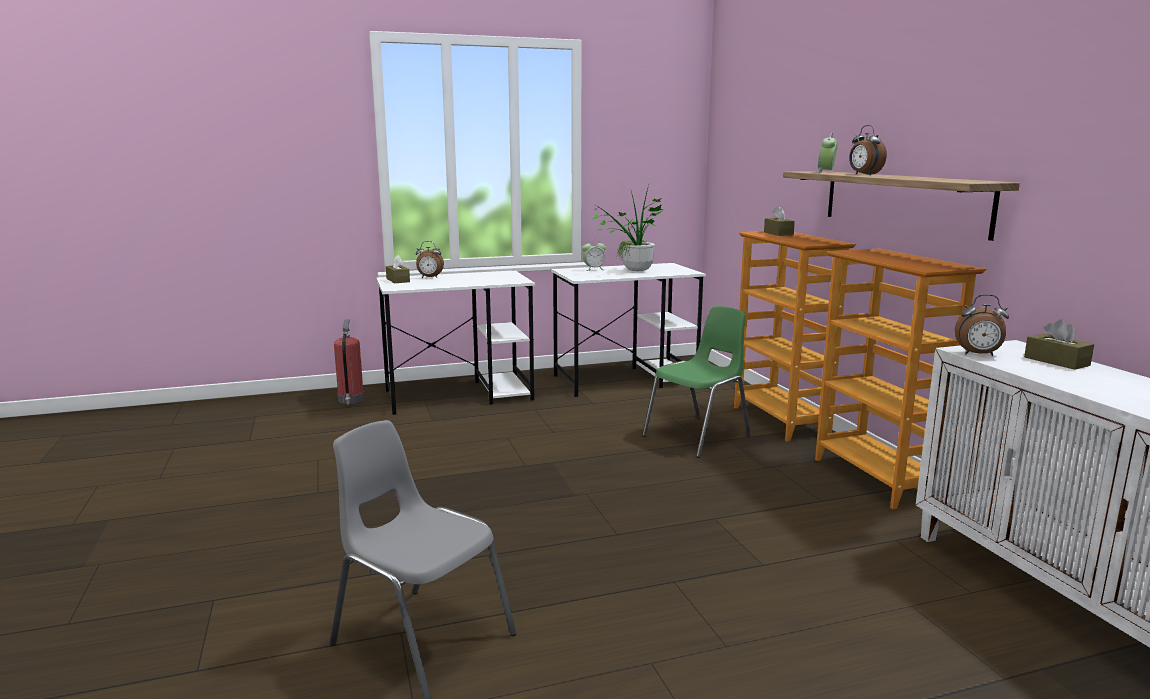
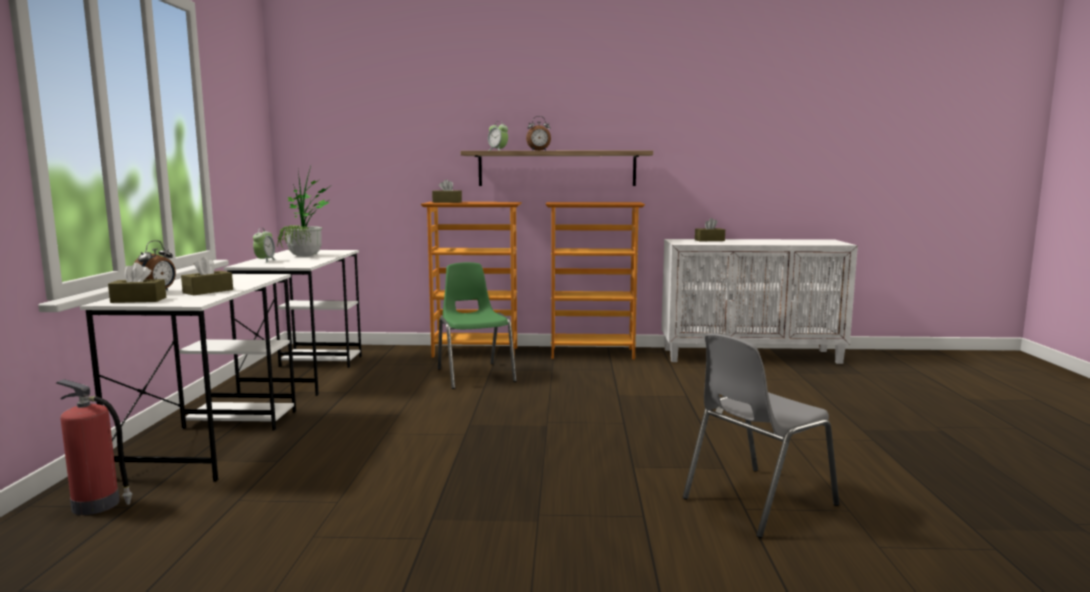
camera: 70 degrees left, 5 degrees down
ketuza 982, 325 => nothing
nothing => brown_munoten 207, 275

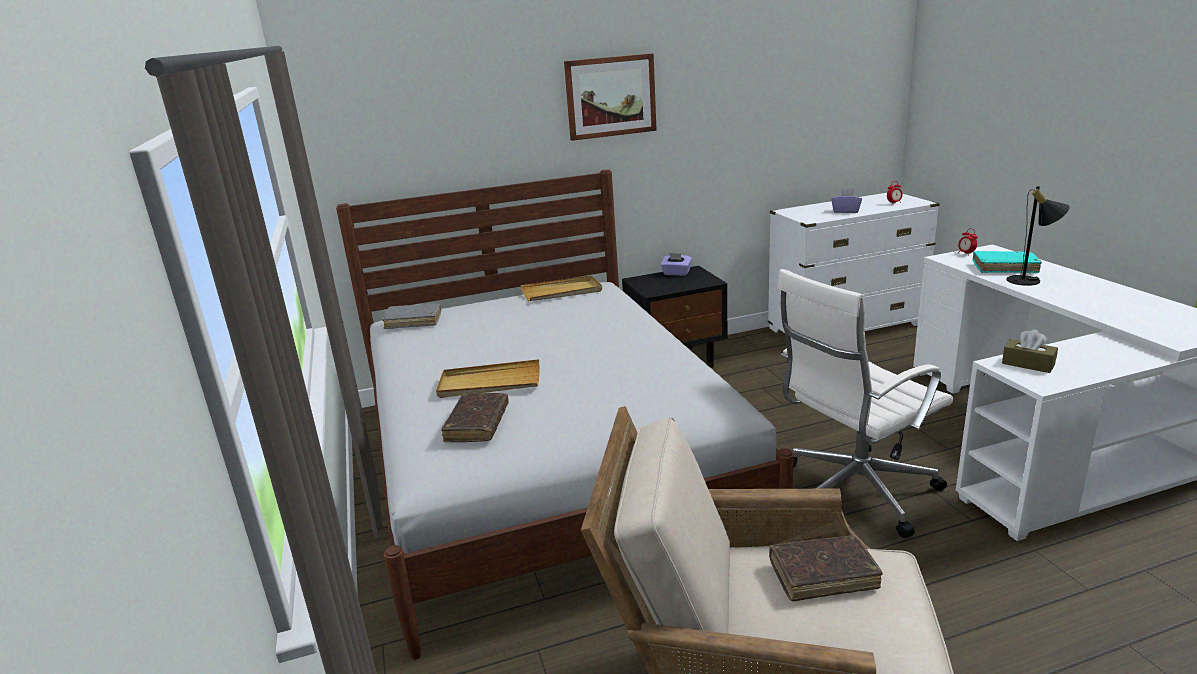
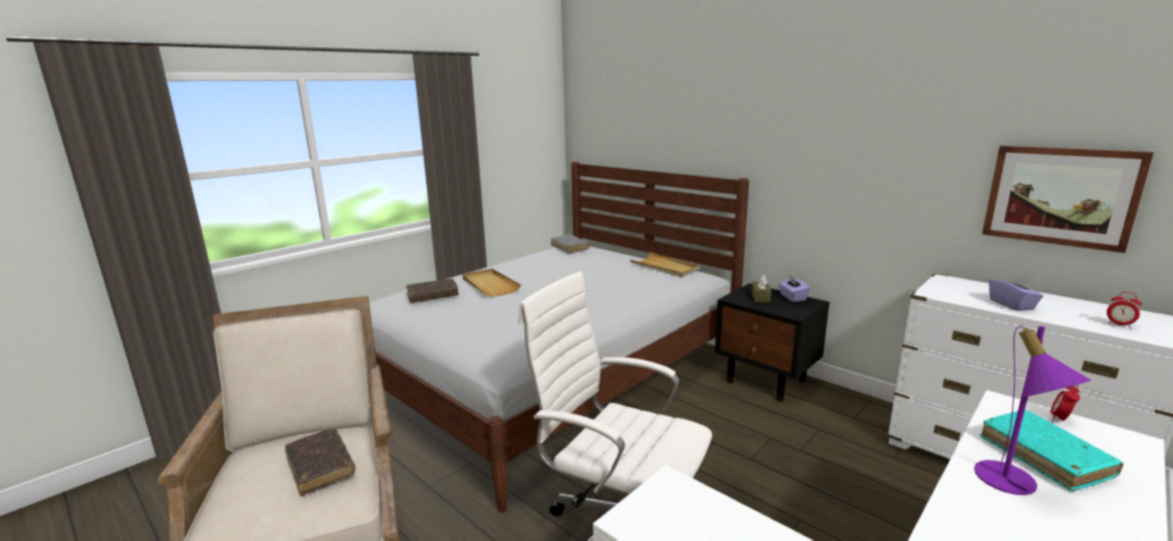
camera: 60 degrees right, 5 degrees down
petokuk 610, 97 => petokuk 1068, 199, shifted
brown_munoten 1030, 351 => brown_munoten 761, 289, shifted
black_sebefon 1038, 236 => purple_sebefon 1032, 410

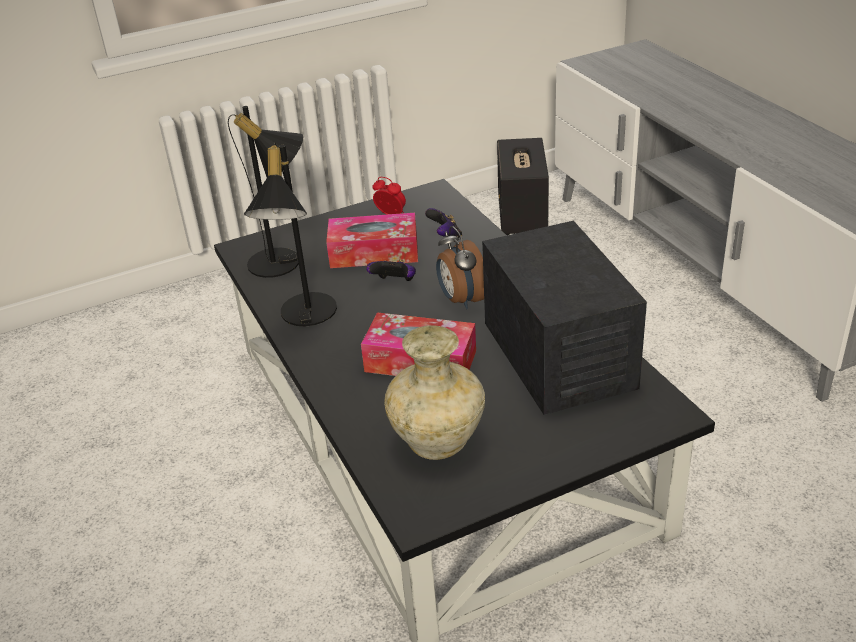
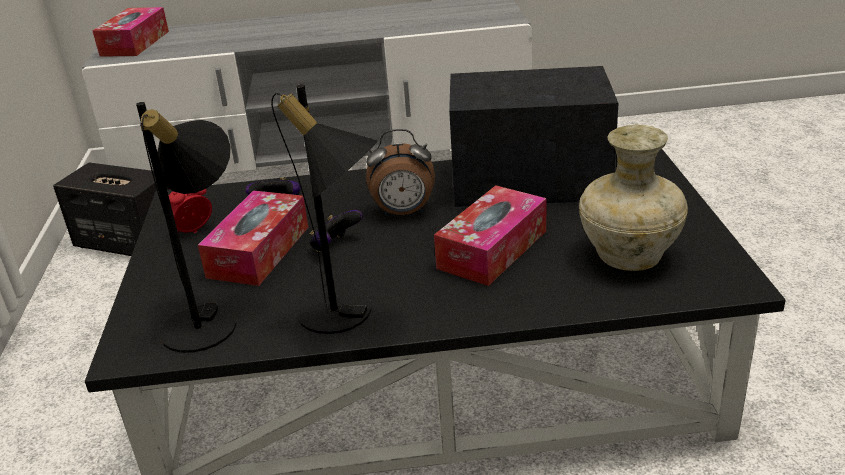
camera: 70 degrees left, 5 degrees down
nothing => munoten 131, 32

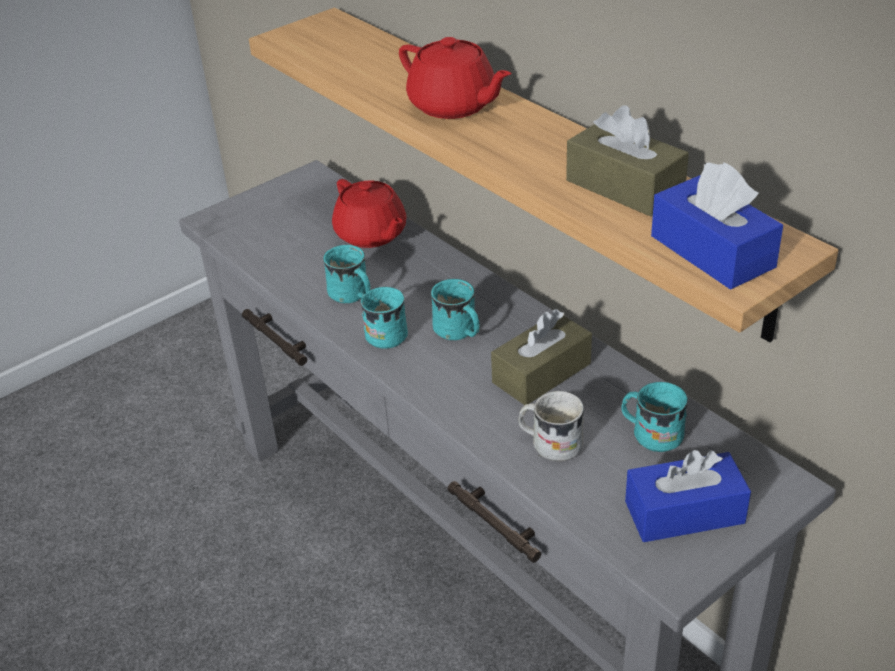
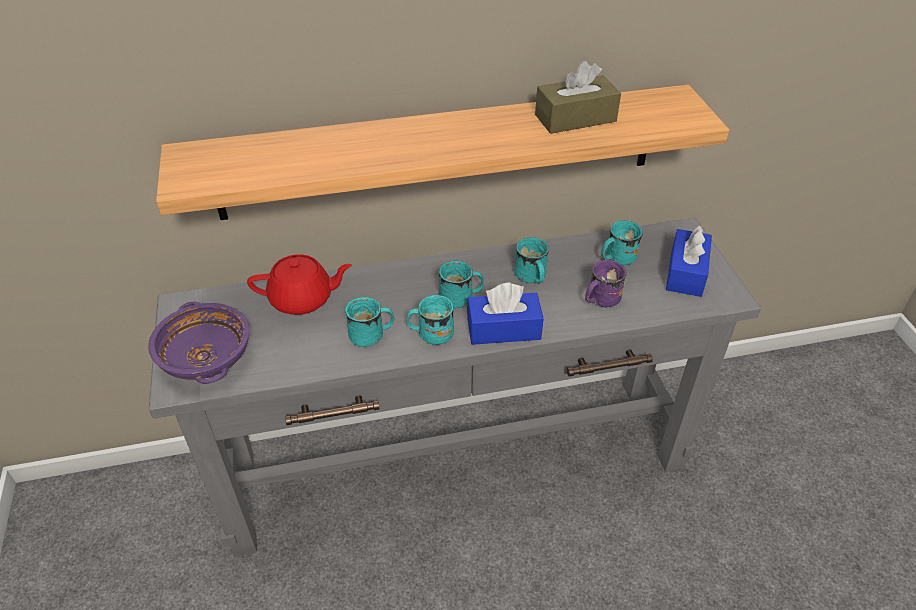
camera: 65 degrees left, 5 degrees up
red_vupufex 455, 78 => nothing
nothing => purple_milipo 198, 343
blue_munoten 717, 226 => blue_munoten 505, 314, shifted
brown_munoten 541, 357 => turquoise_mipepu 531, 260
white_mipepu 551, 426 => purple_mipepu 606, 284

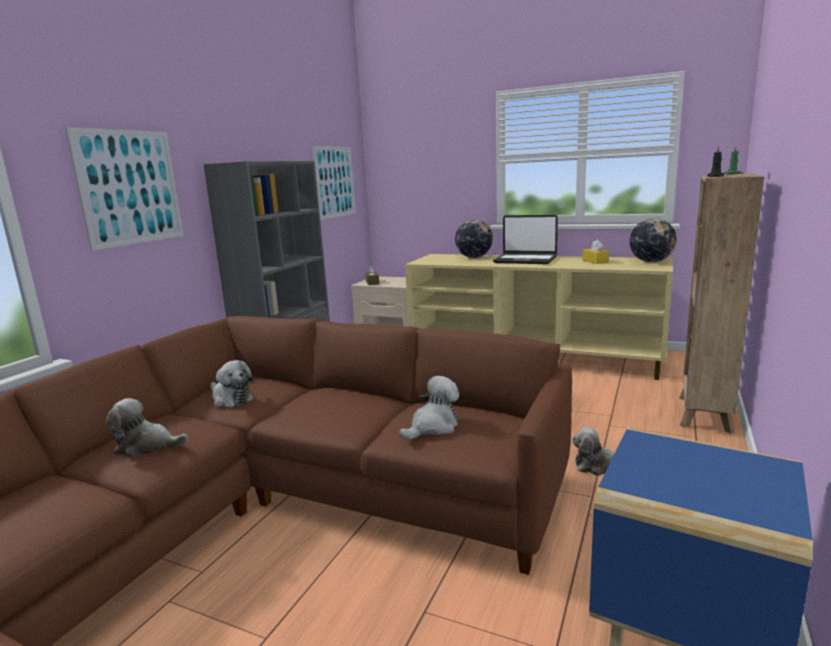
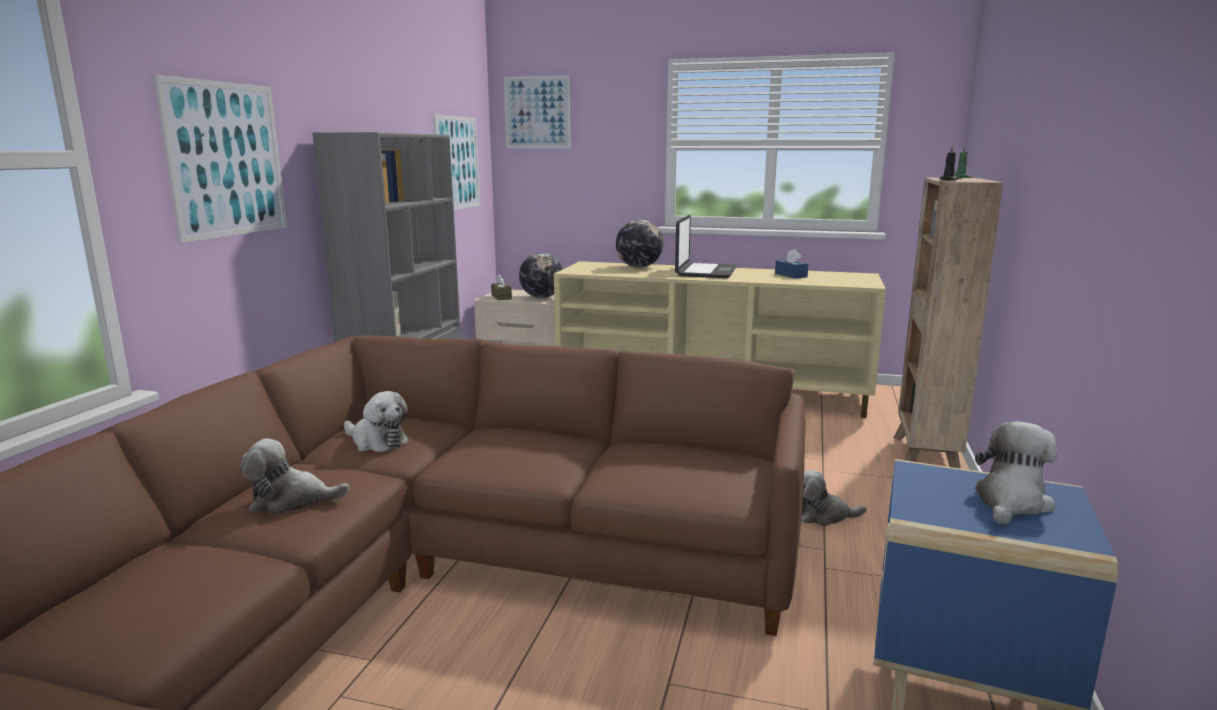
camera: 10 degrees left, 0 degrees up
nothing => petokuk 537, 111
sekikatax 429, 408 => sekikatax 1016, 472, shifted
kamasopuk 653, 240 => kamasopuk 541, 275, shifted
yellow_munoten 596, 252 => blue_munoten 791, 264
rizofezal 525, 239 => rizofezal 706, 246, 90 degrees counterclockwise

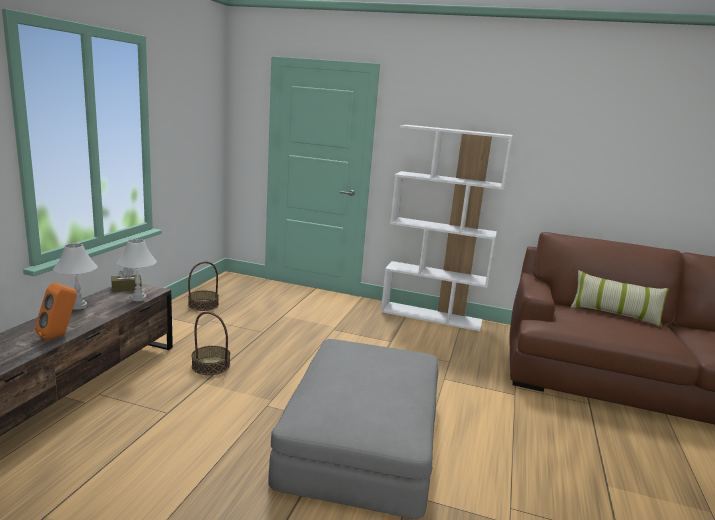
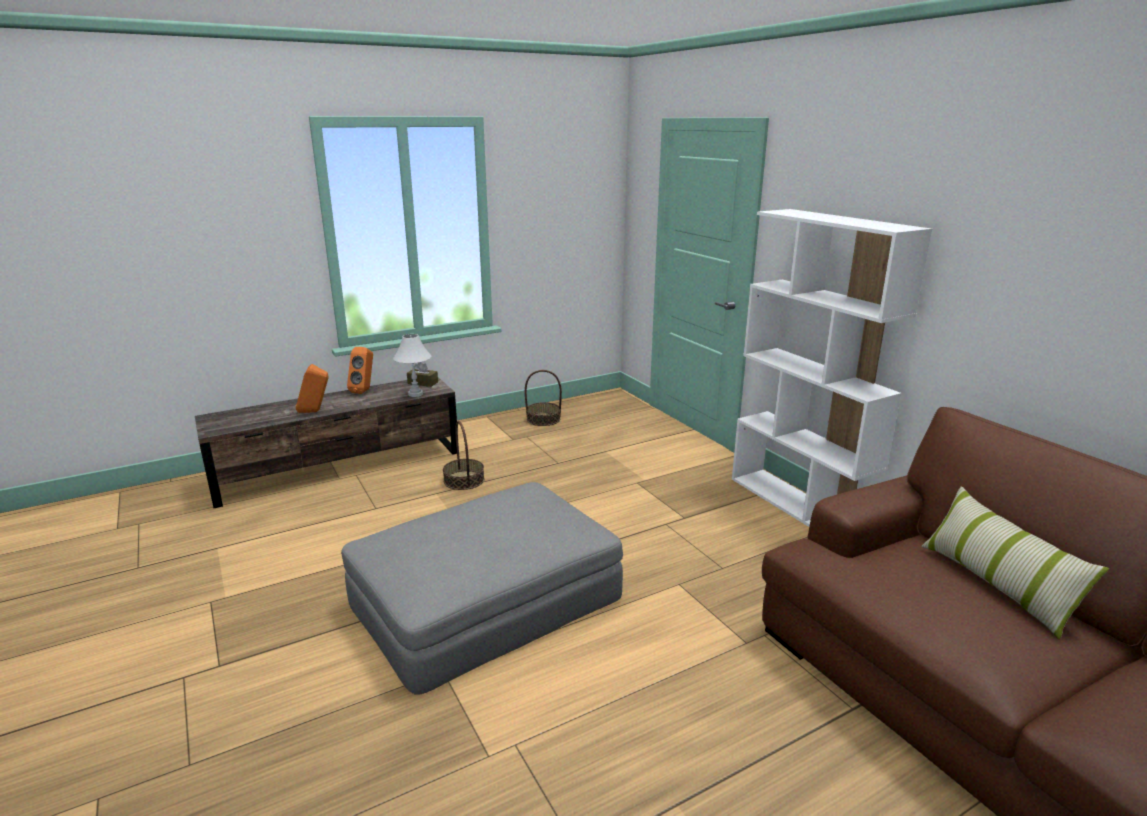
camera: 45 degrees right, 5 degrees up
white_sebefon 75, 276 => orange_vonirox 360, 370

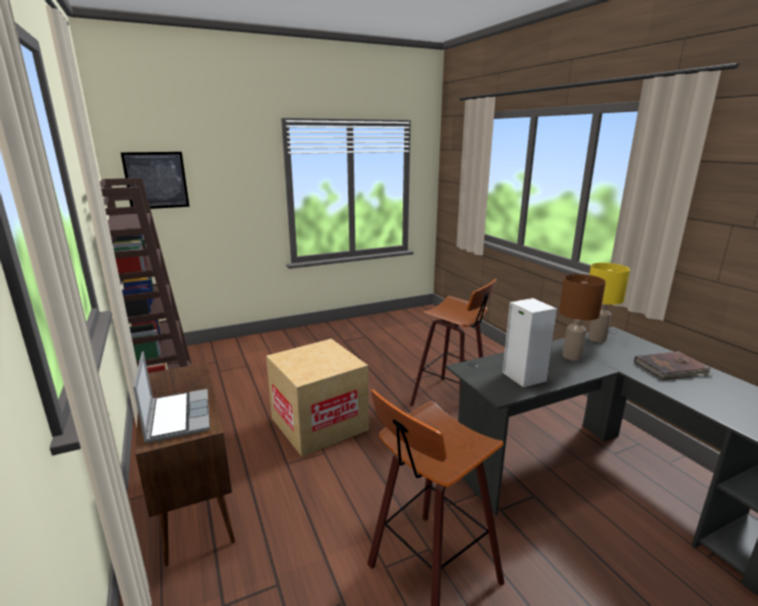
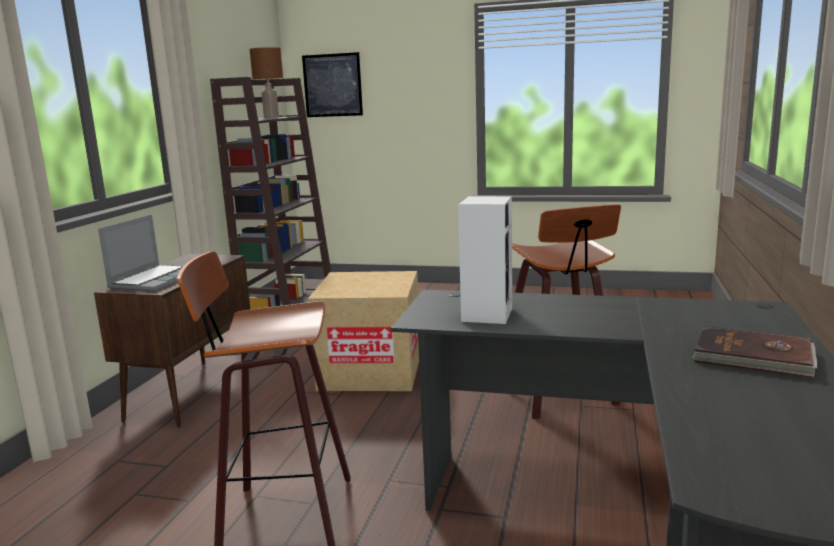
camera: 40 degrees right, 5 degrees down
yellow_sebefon 609, 302 => nothing
brown_sebefon 582, 317 => brown_sebefon 266, 82, shifted

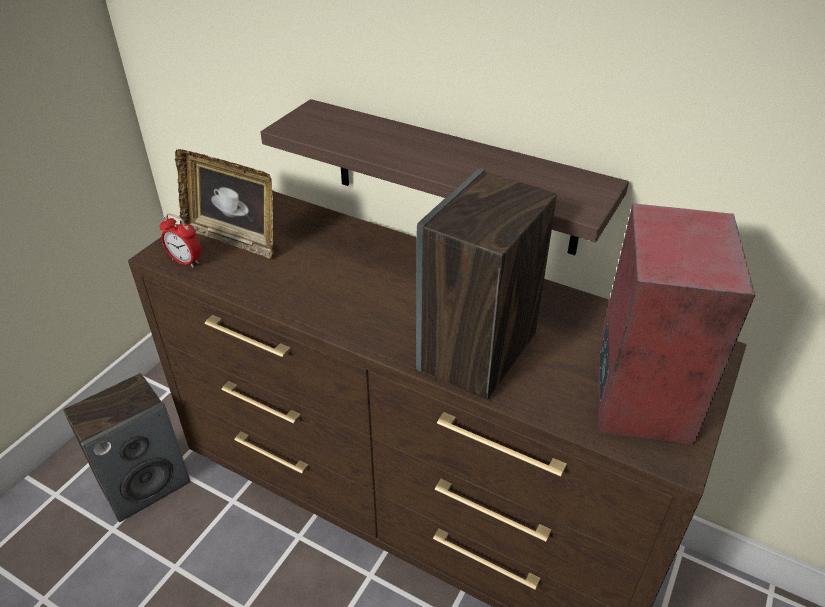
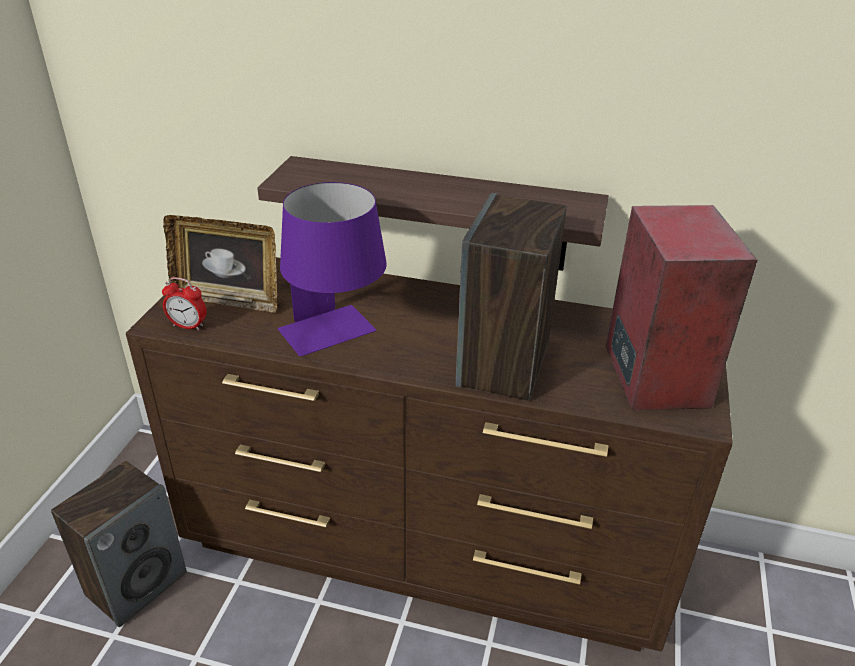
camera: 15 degrees left, 5 degrees down
nothing => purple_sebefon 332, 269

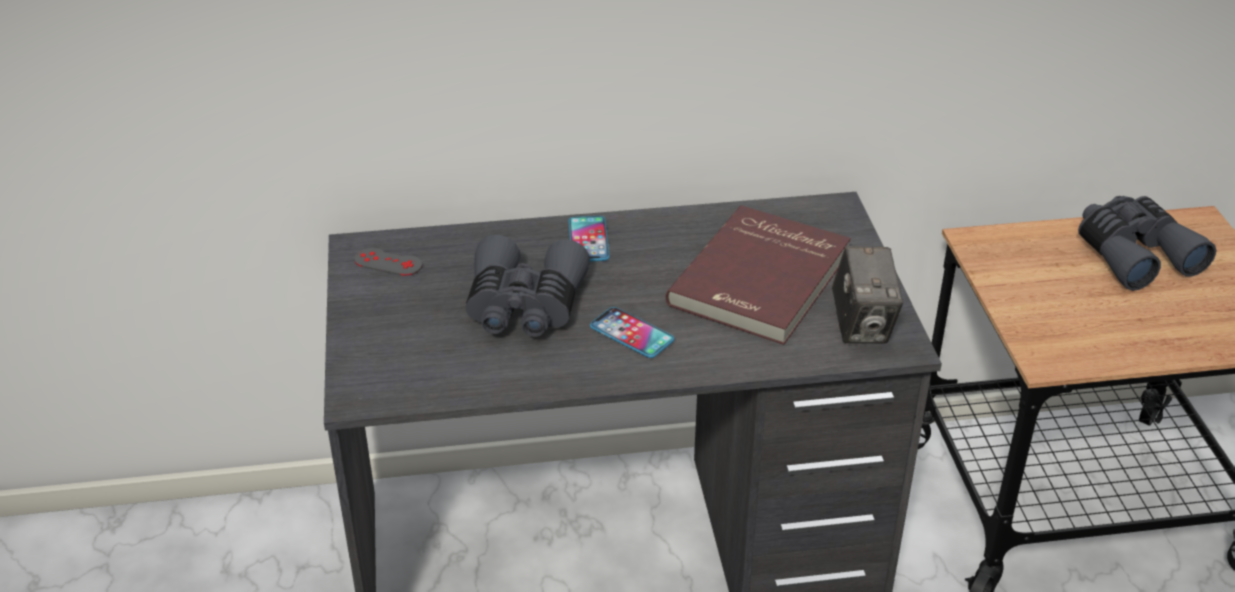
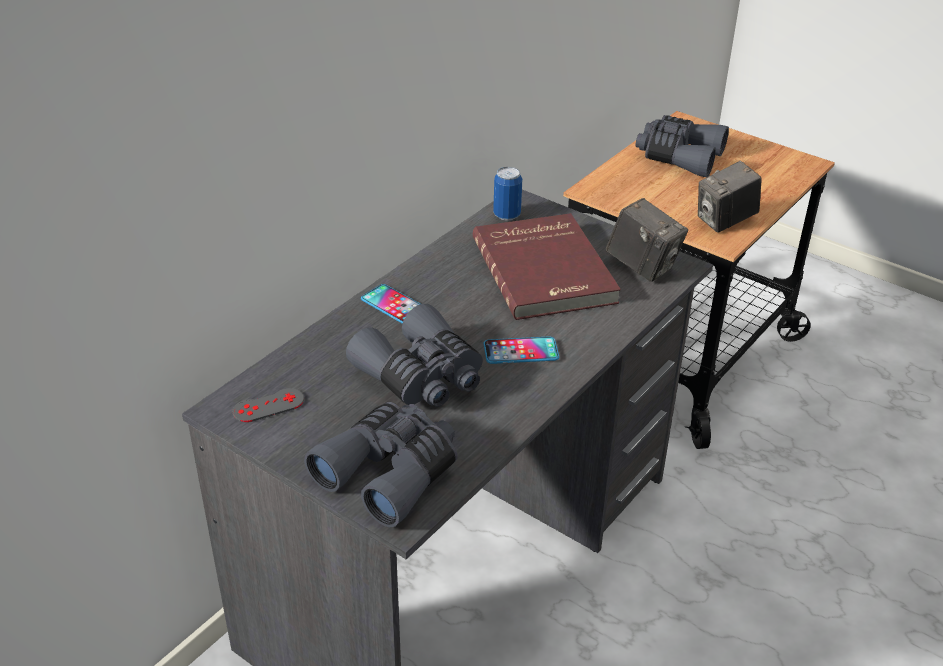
camera: 45 degrees left, 0 degrees up
nothing => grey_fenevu 381, 464
nothing => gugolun 507, 194
nothing => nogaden 730, 197

